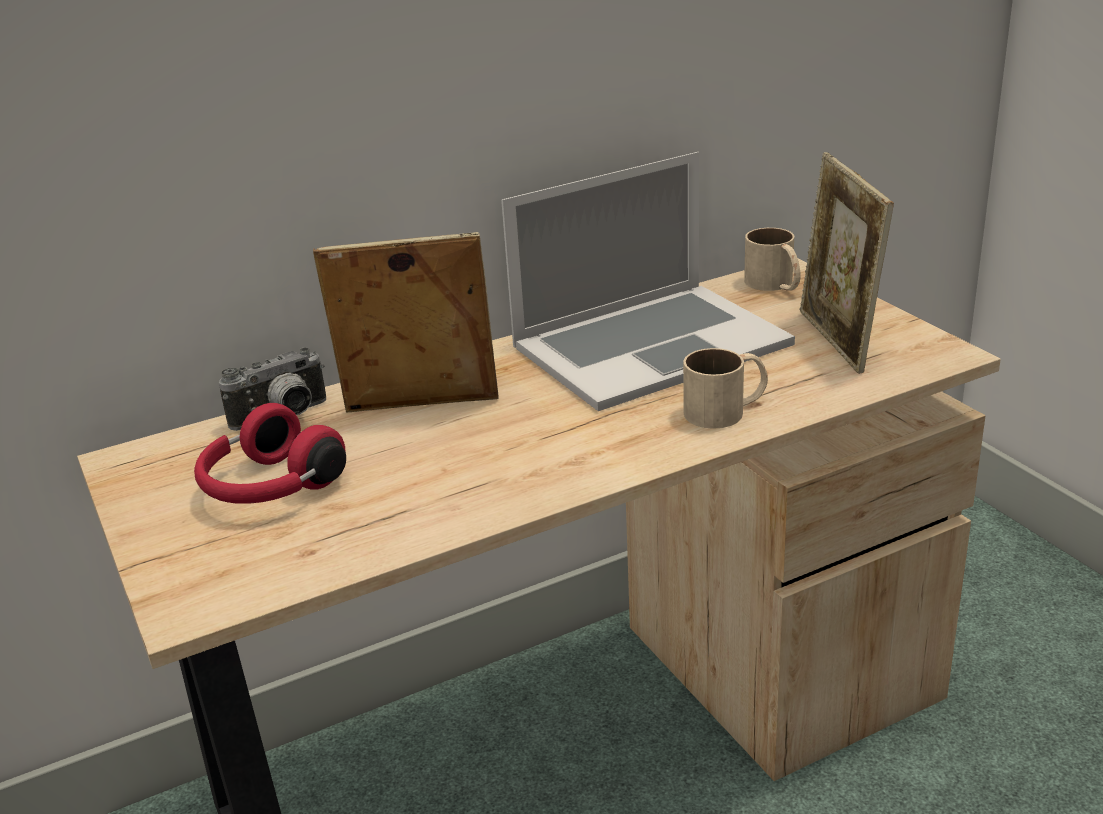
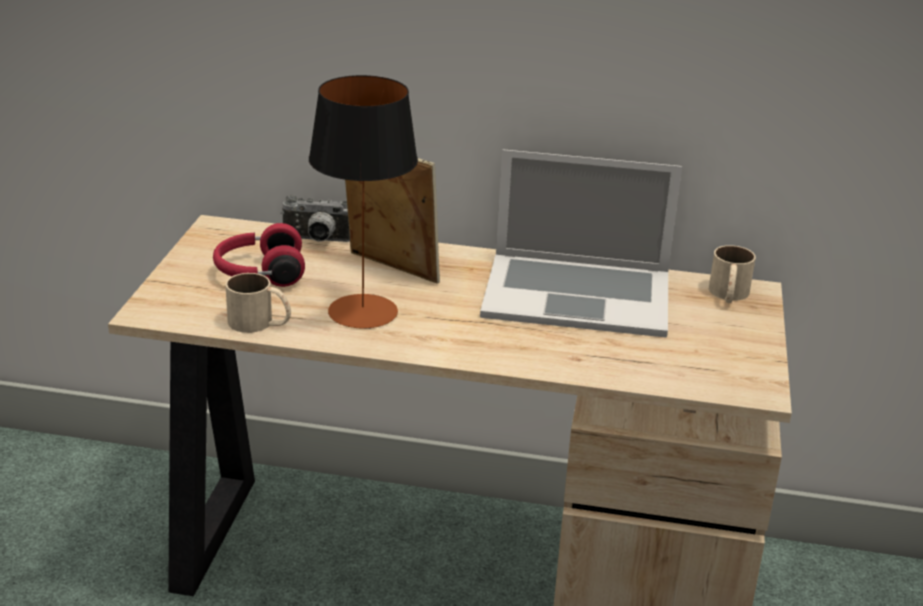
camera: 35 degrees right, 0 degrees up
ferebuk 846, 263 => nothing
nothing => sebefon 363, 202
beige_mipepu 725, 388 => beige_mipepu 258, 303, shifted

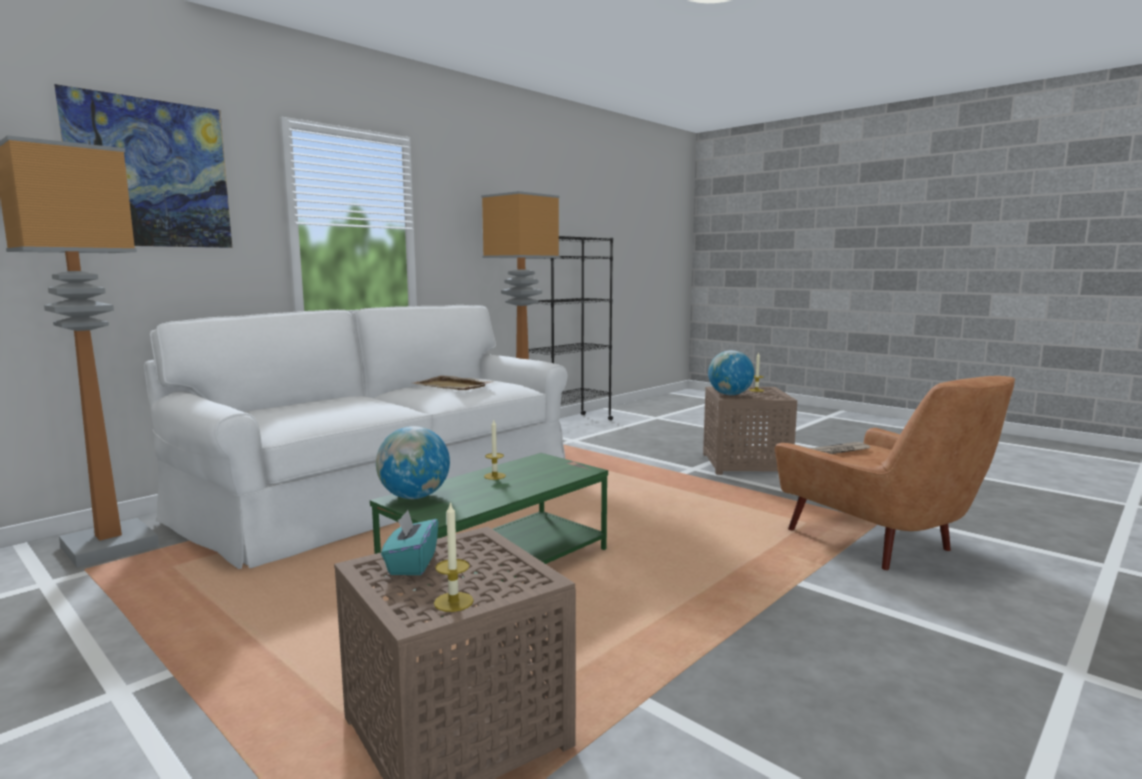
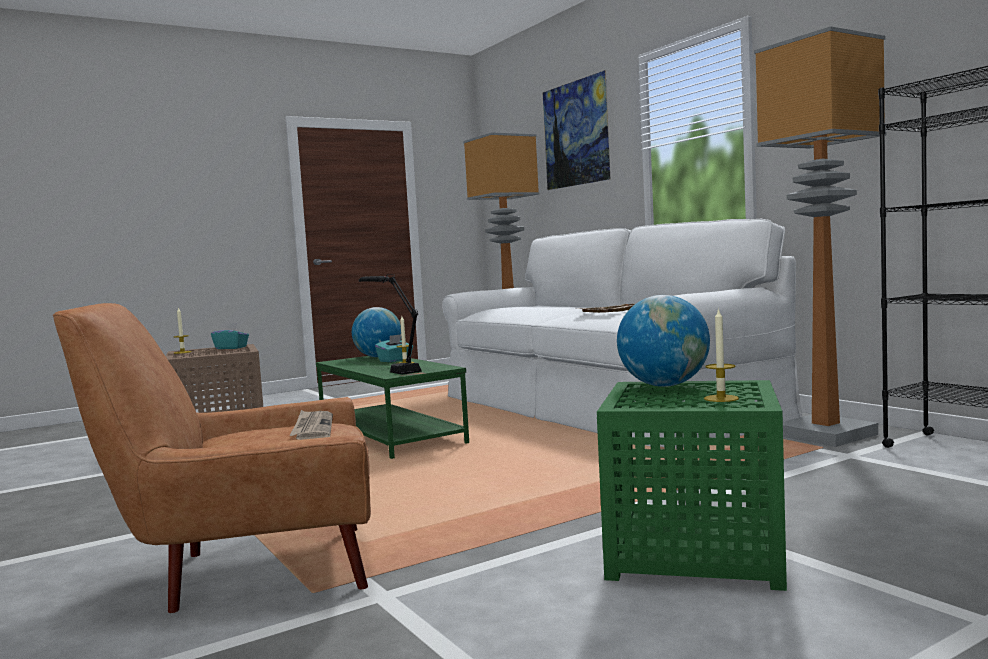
camera: 105 degrees right, 5 degrees down
nothing => black_sebefon 390, 324
nothing => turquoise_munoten 394, 348
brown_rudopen 750, 431 => green_rudopen 692, 485

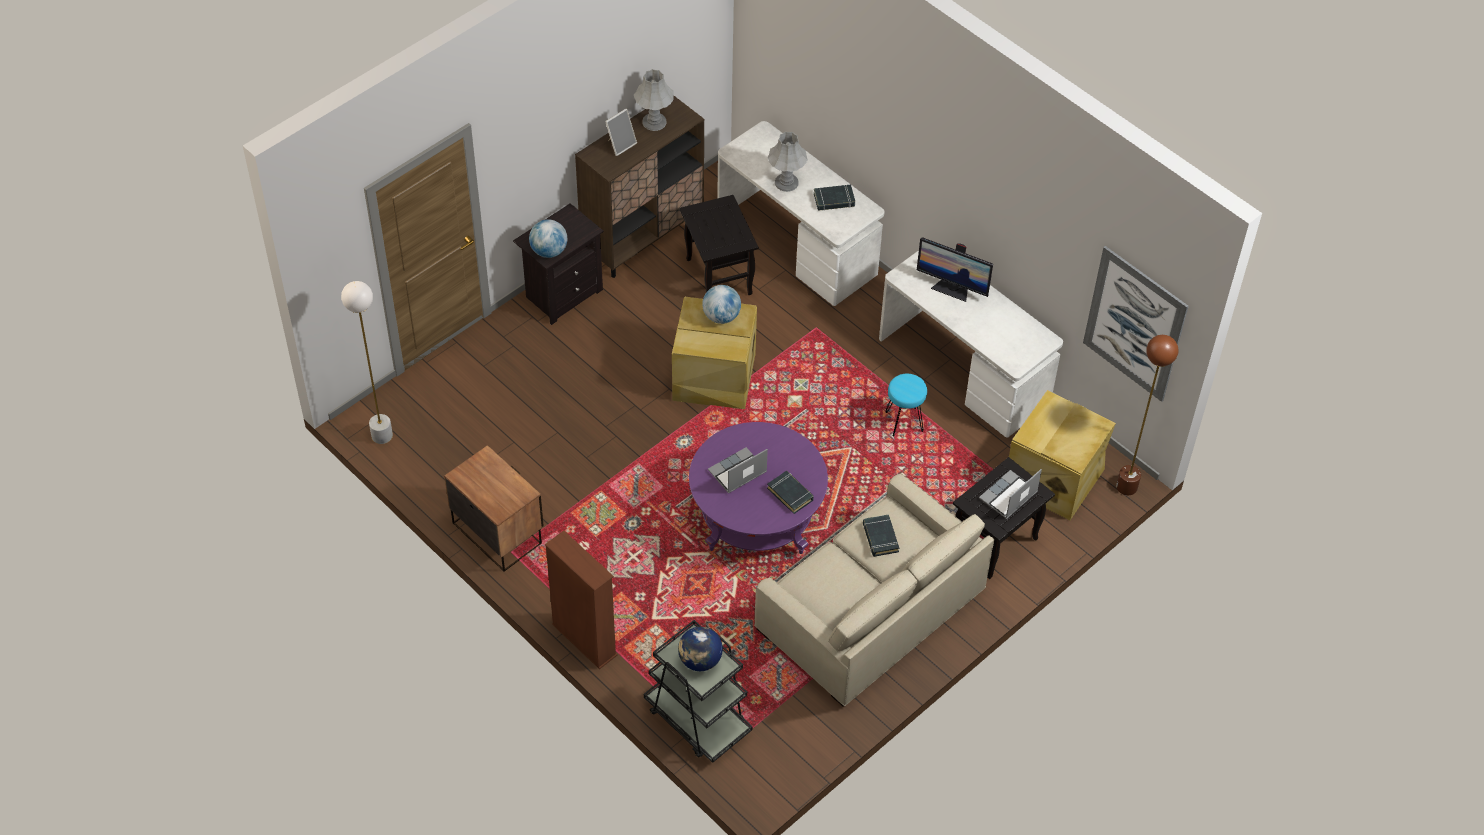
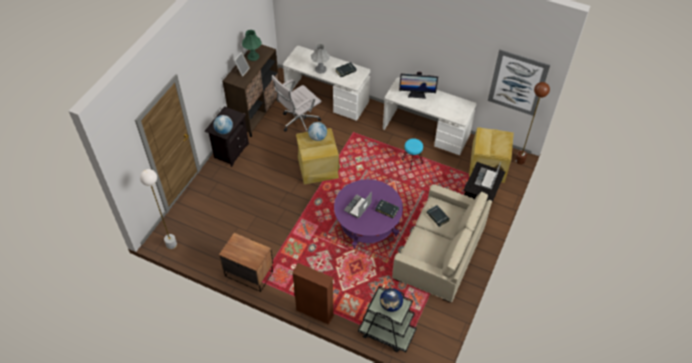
camera: 20 degrees left, 0 degrees up
black_rudopen 719, 245 => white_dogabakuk 296, 103
grey_sebefon 654, 100 => green_sebefon 252, 45

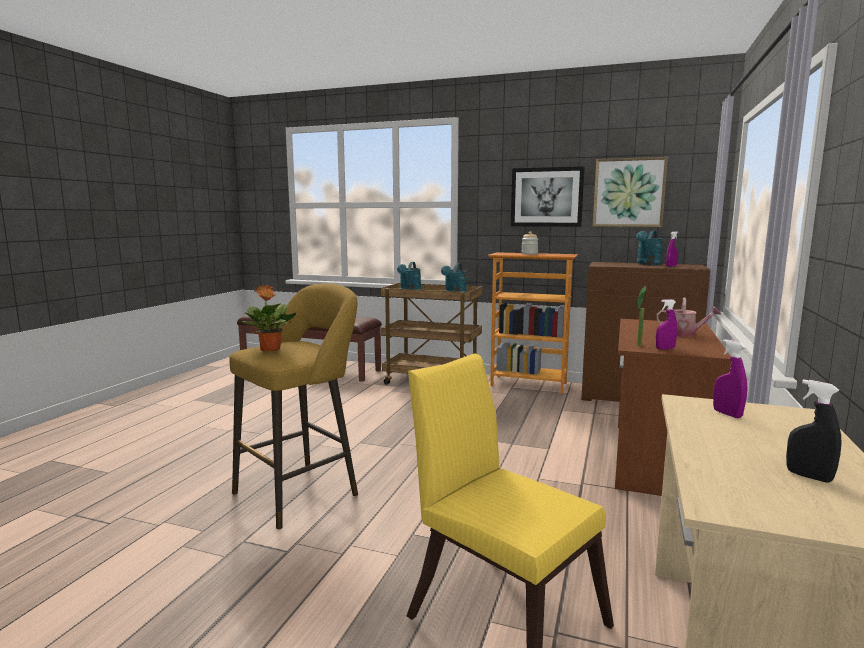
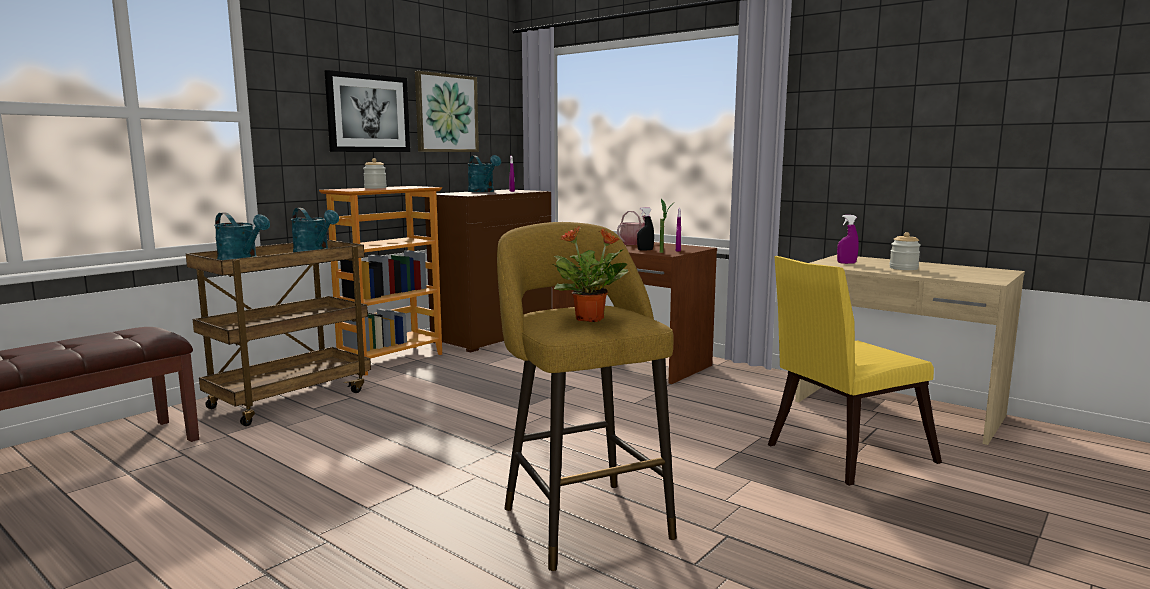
camera: 70 degrees left, 0 degrees up
nothing => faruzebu 905, 251
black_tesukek 814, 431 => black_tesukek 645, 229, shifted

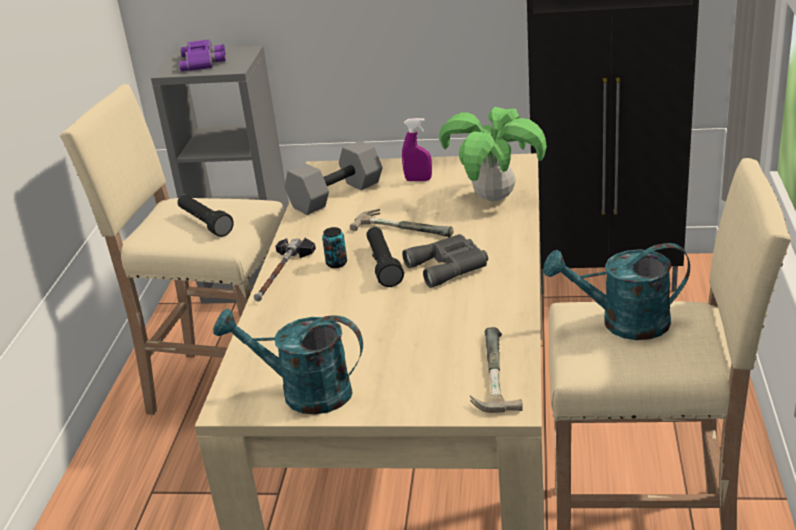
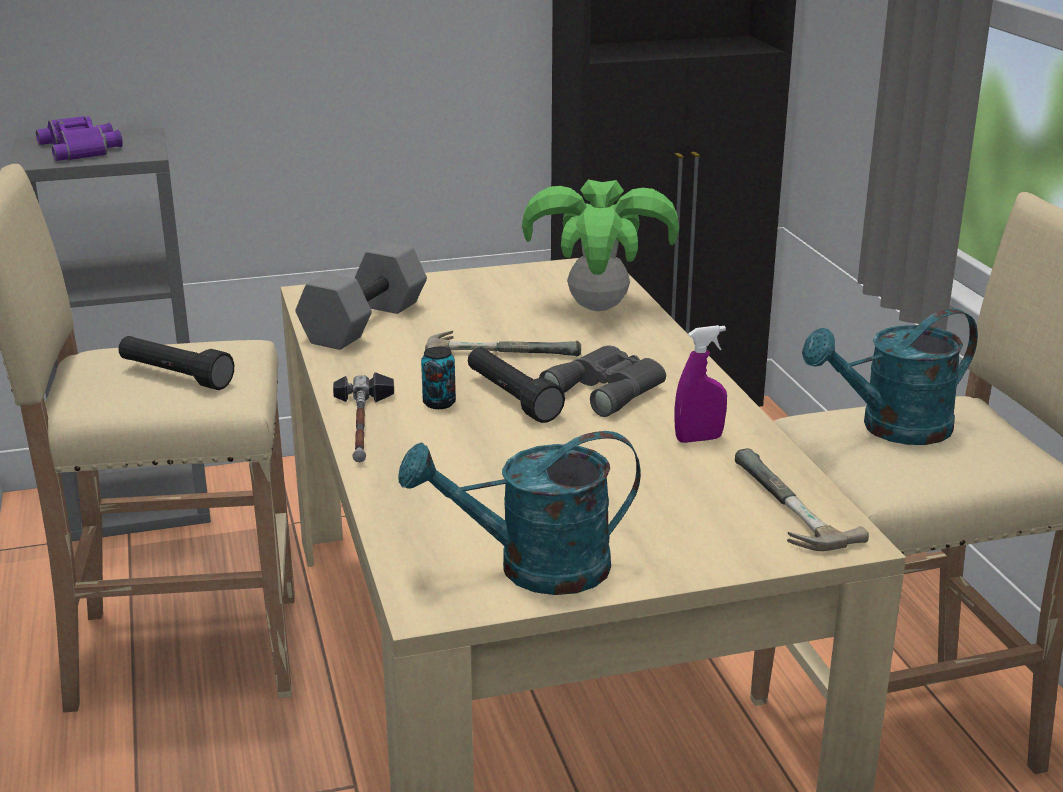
camera: 25 degrees left, 5 degrees down
purple_tesukek 417, 149 => purple_tesukek 701, 384, shifted

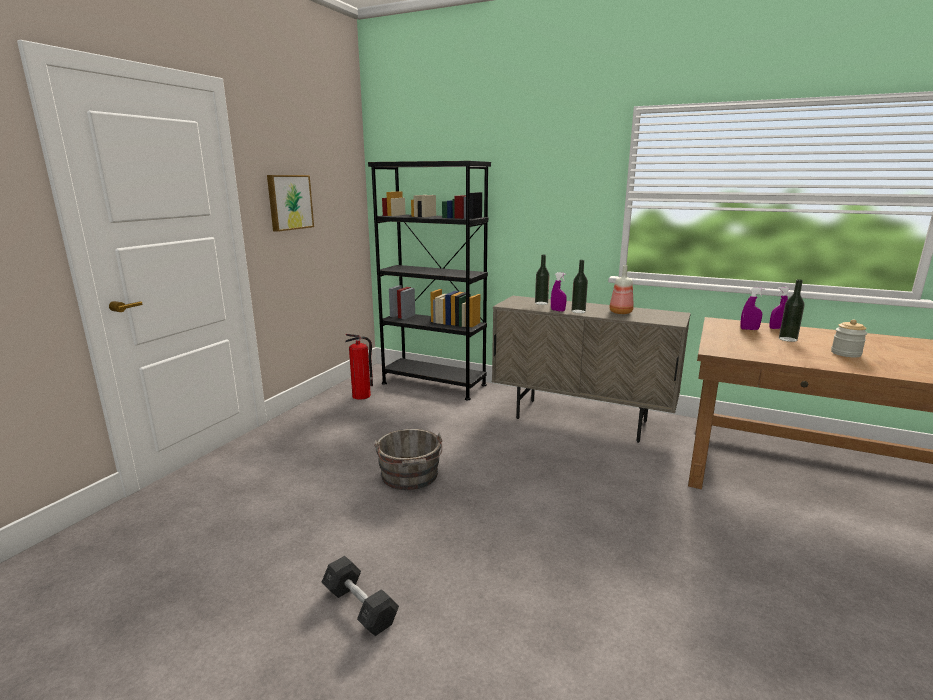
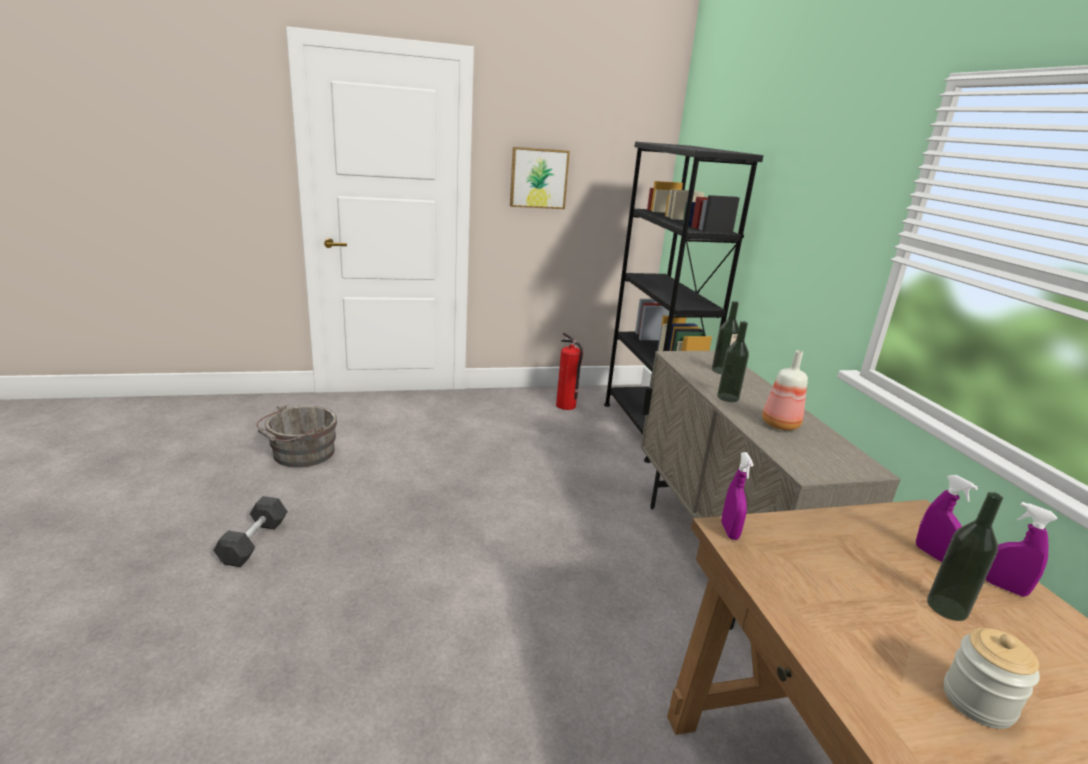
camera: 50 degrees right, 5 degrees up
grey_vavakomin 408, 459 => grey_vavakomin 297, 435, shifted
purple_tesukek 559, 292 => purple_tesukek 737, 496, shifted

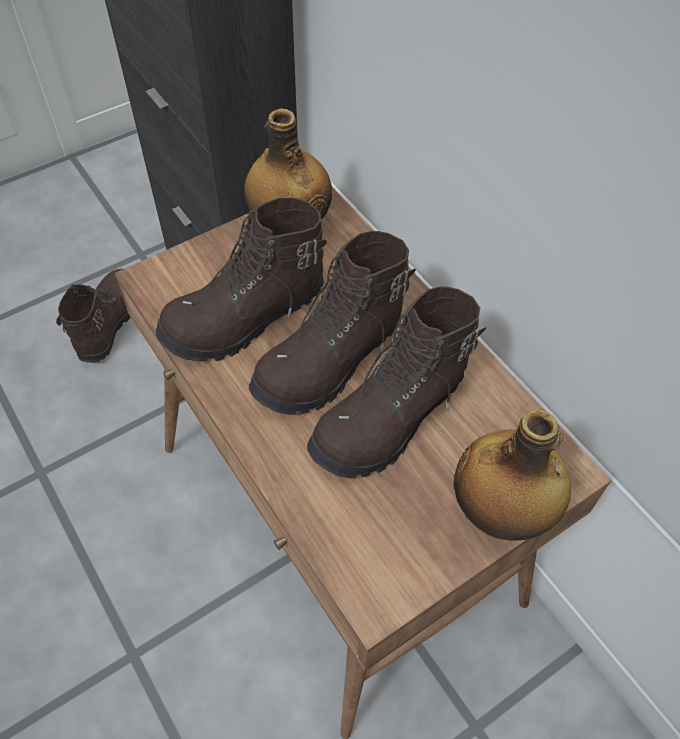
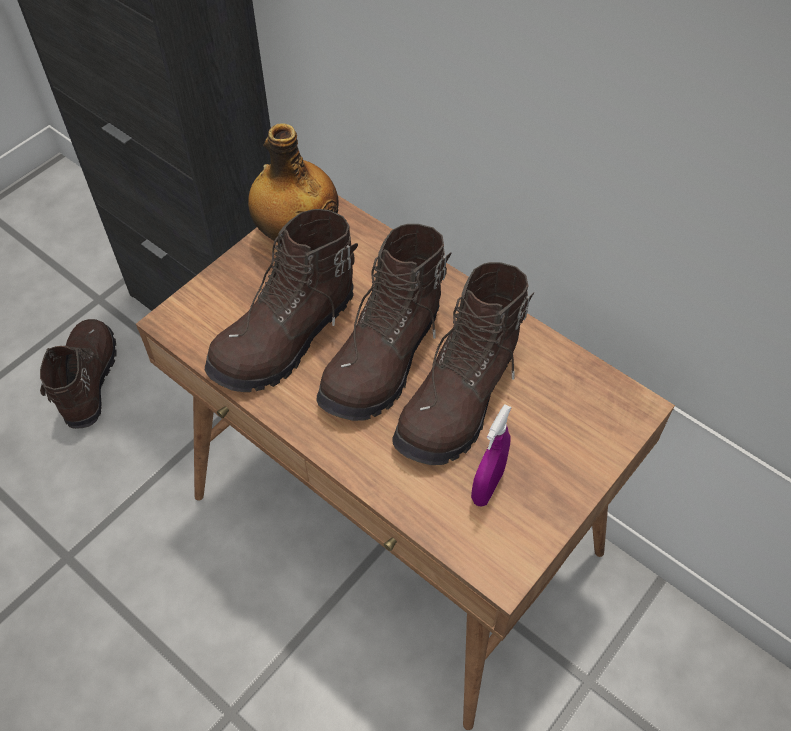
camera: 15 degrees left, 0 degrees up
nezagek 512, 475 => nothing
nothing => purple_tesukek 491, 455

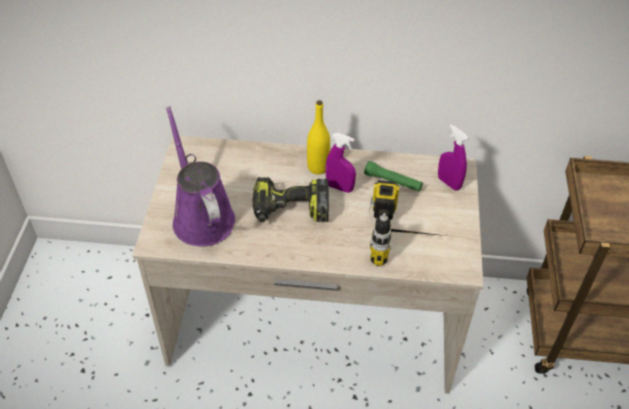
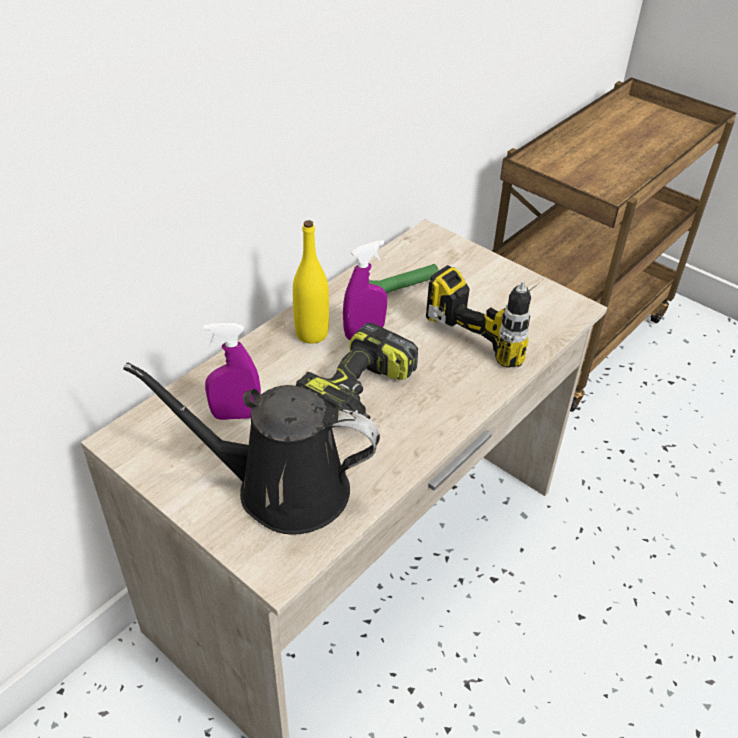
camera: 55 degrees left, 5 degrees down
purple_tesukek 453, 158 => purple_tesukek 232, 371, shifted
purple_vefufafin 200, 176 => black_vefufafin 251, 448

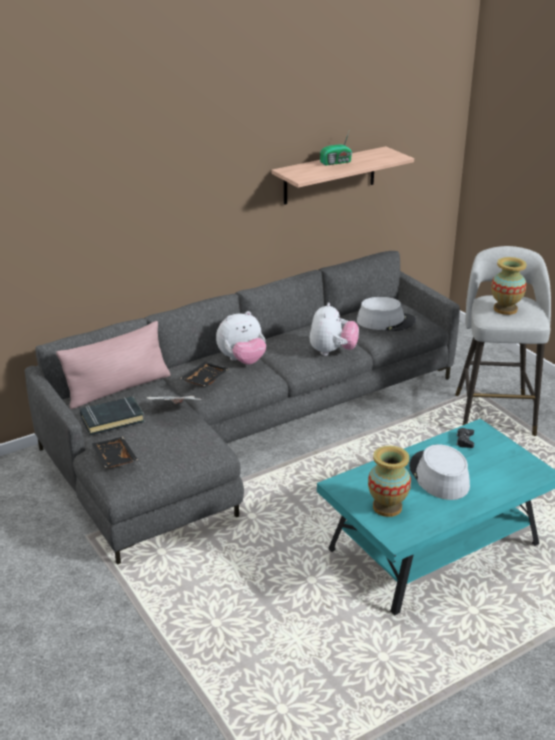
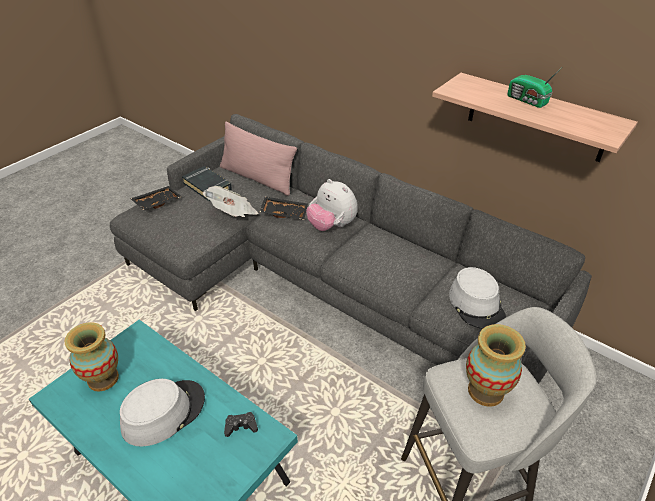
camera: 70 degrees right, 10 degrees up
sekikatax 334, 329 => nothing

